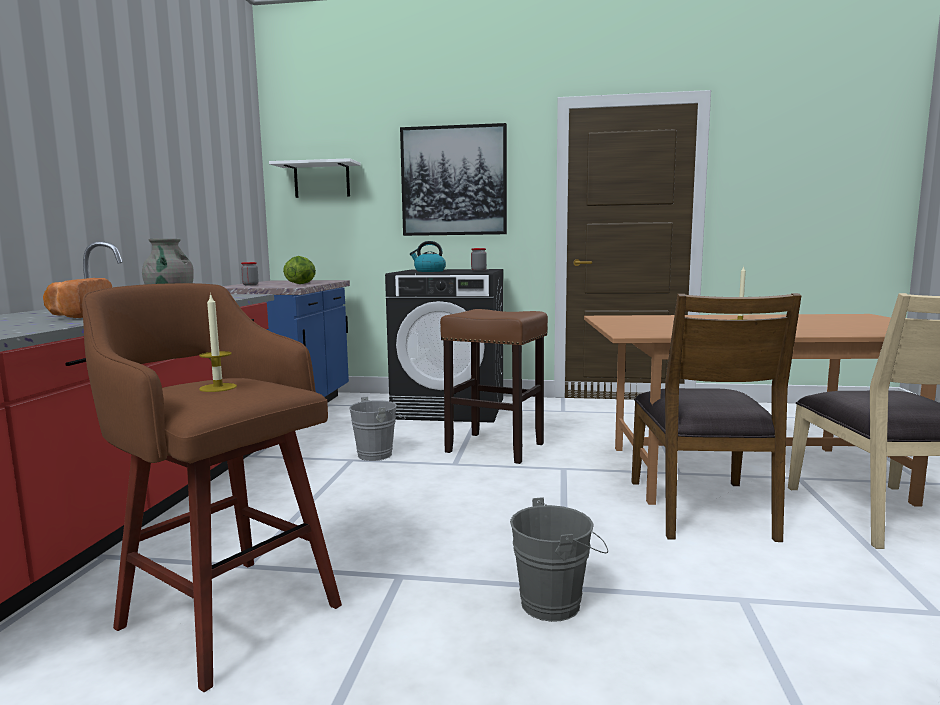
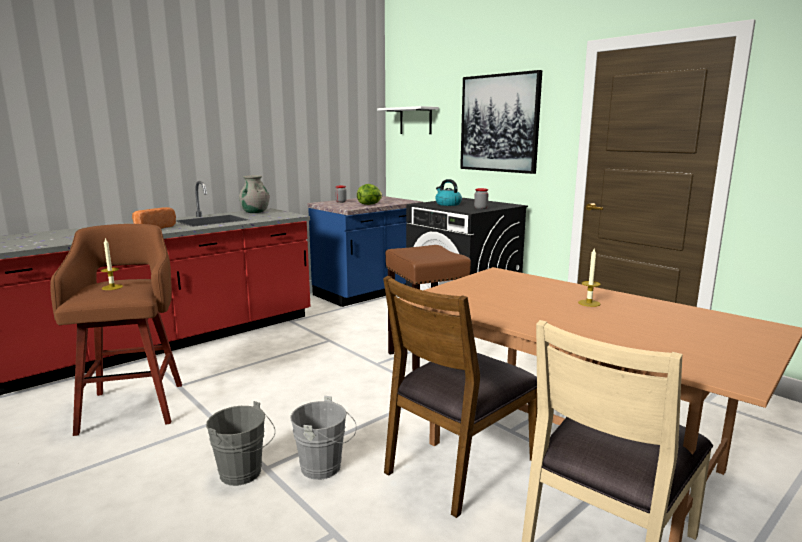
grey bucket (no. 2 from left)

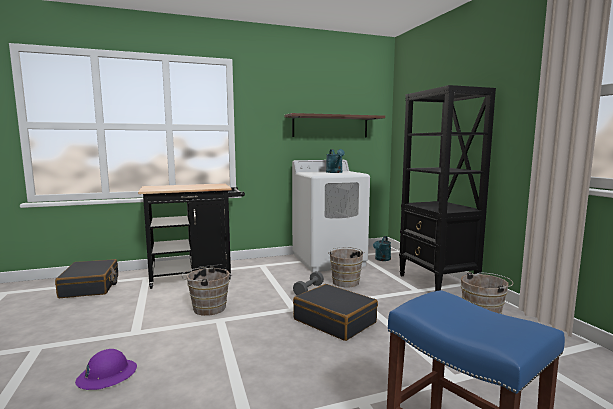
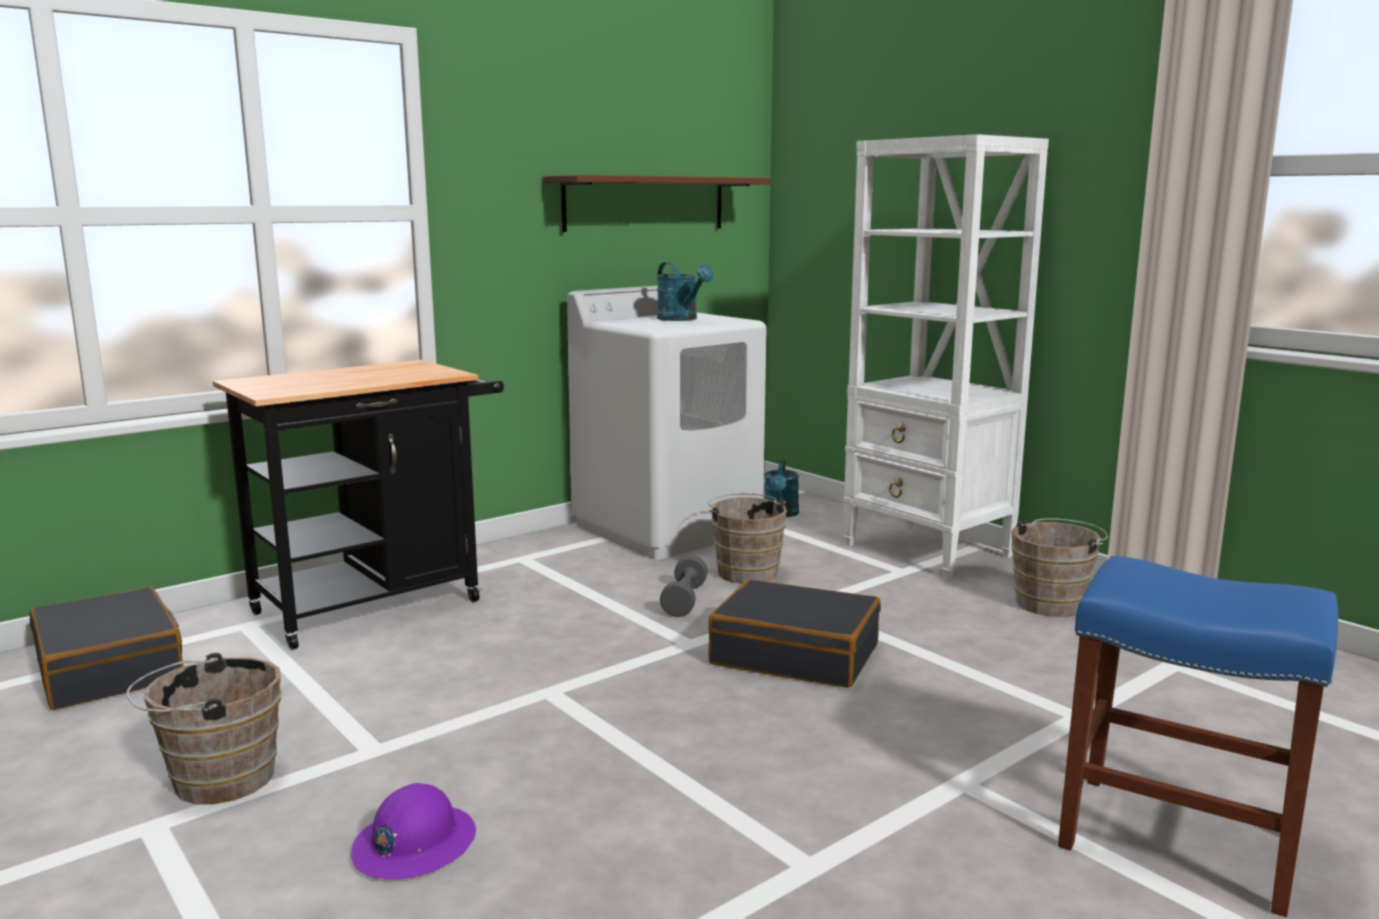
brown bucket (no. 1 from left); white bookcase

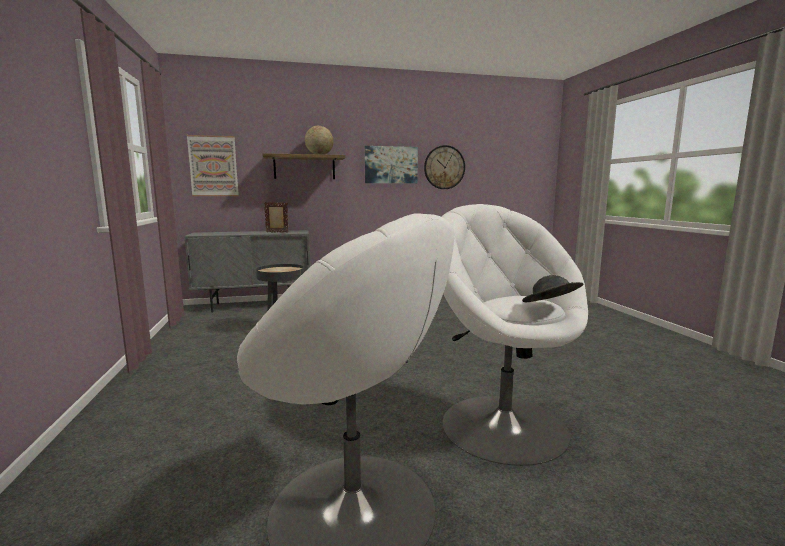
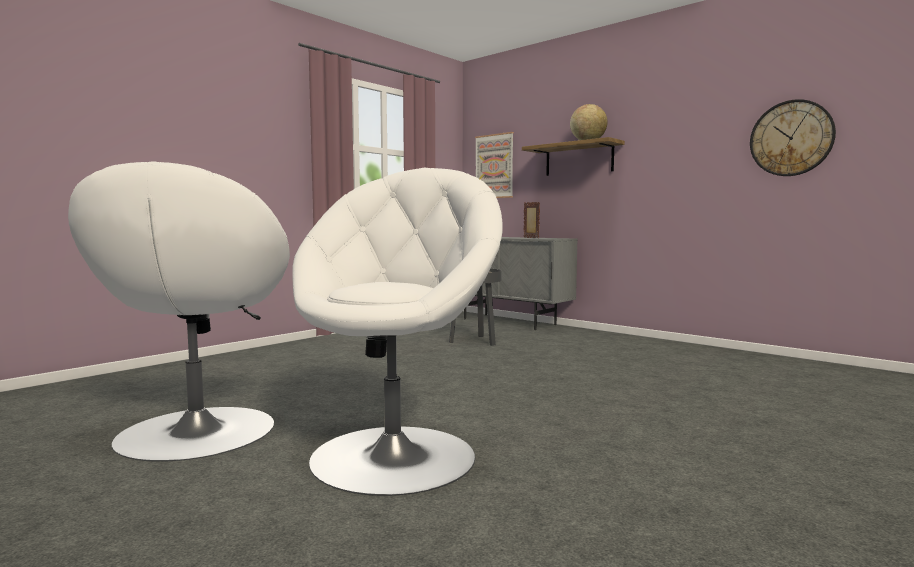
picture (no. 2 from left in the first image); grey hat

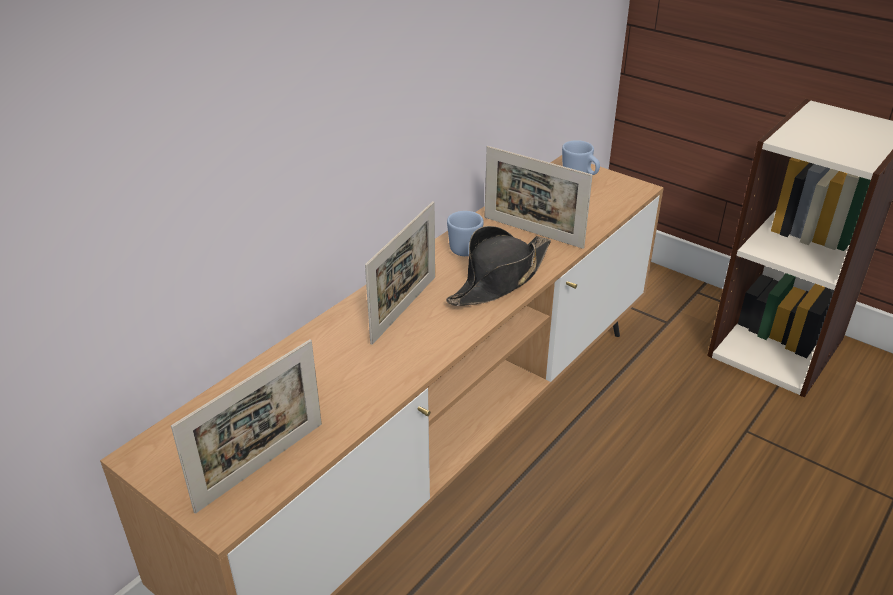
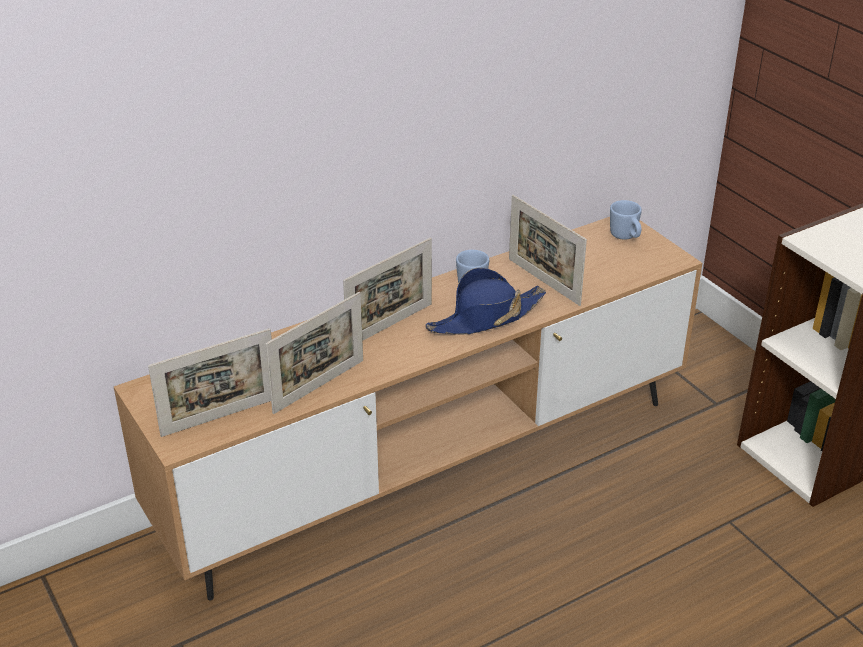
blue hat; picture frame (no. 2 from left)

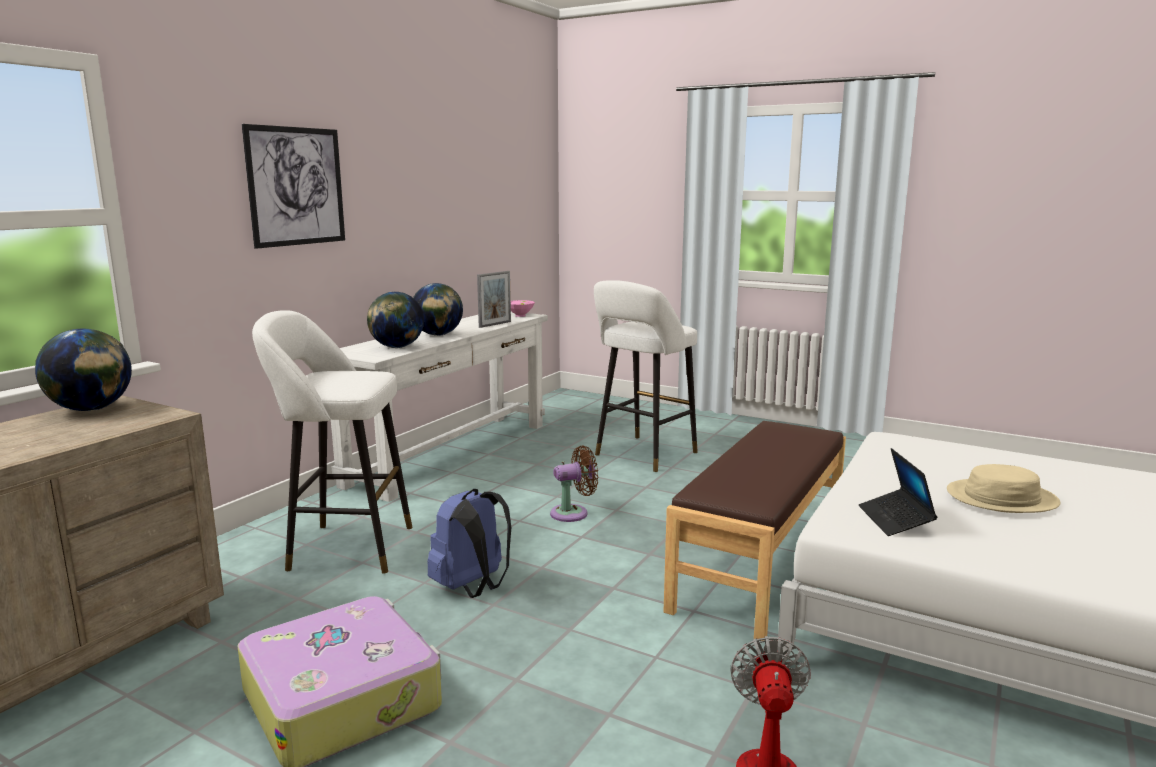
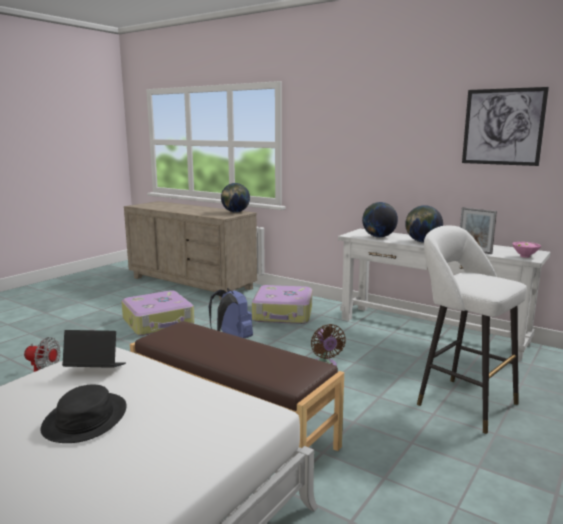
picture; suitcase (no. 2 from left); black hat

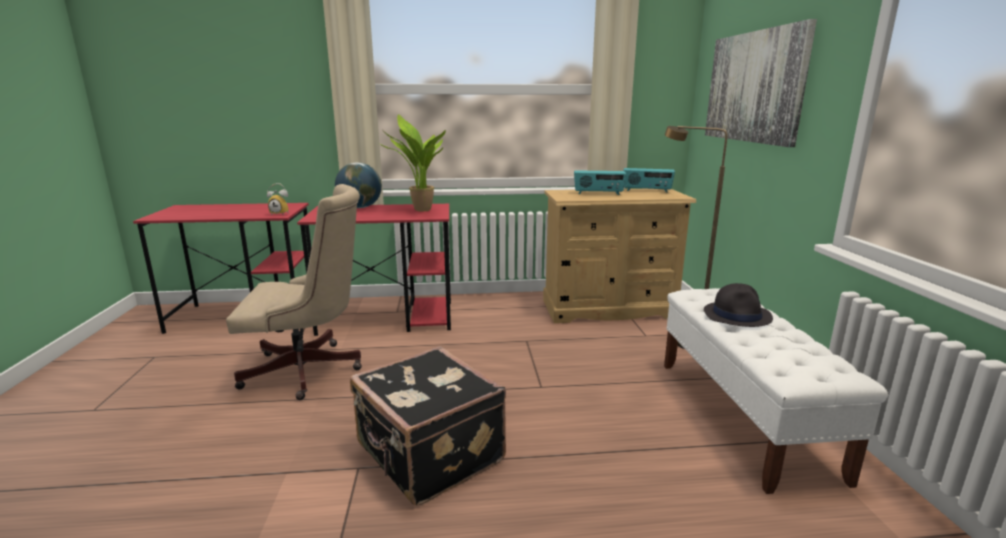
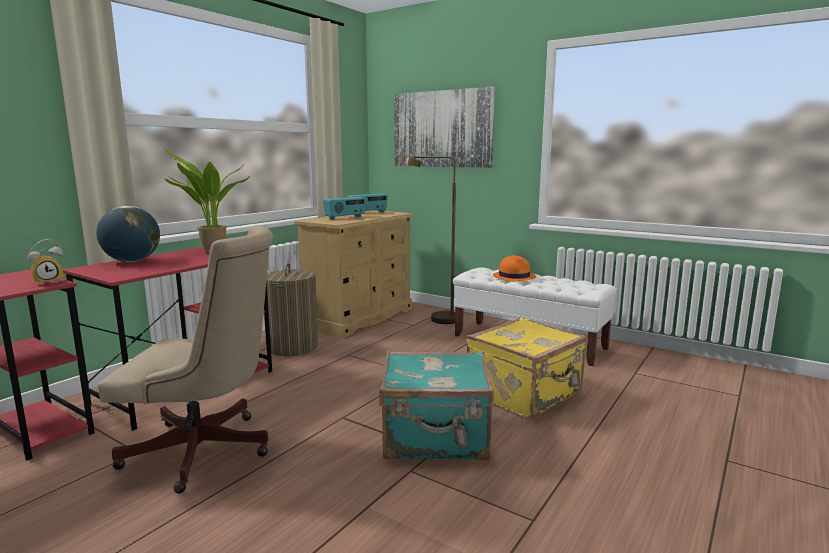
beige office chair; turquoise suitcase; orange hat; laundry basket; yellow suitcase

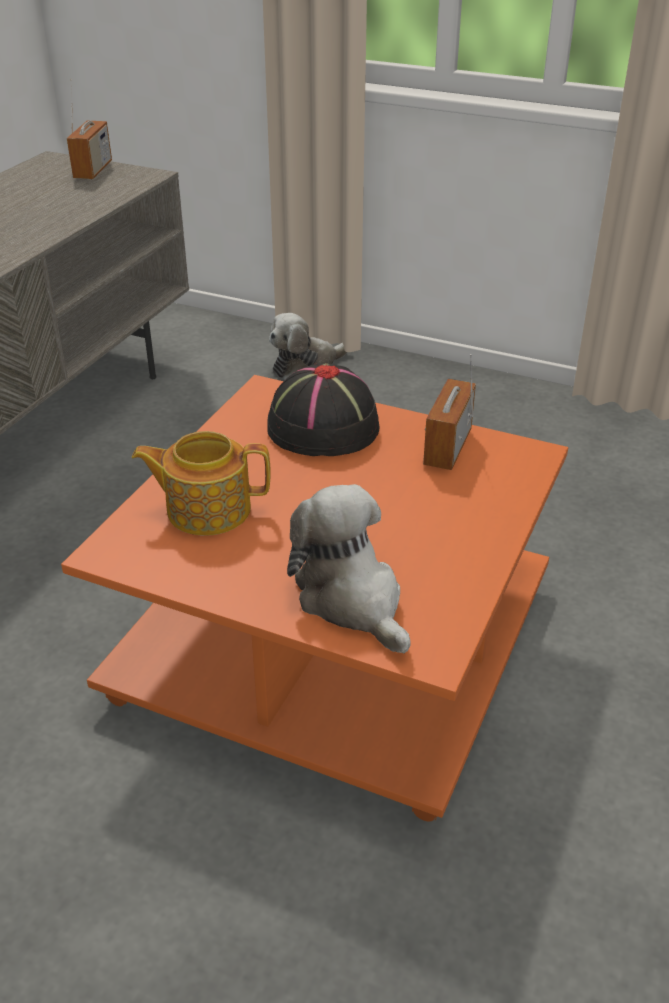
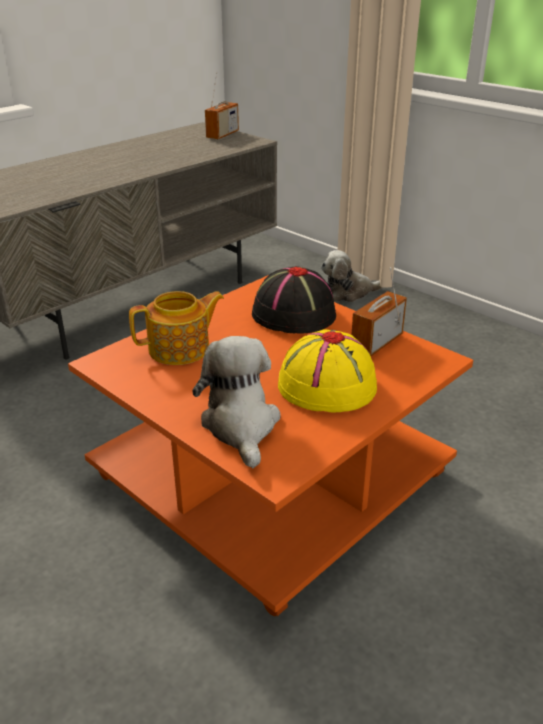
teapot; yellow hat

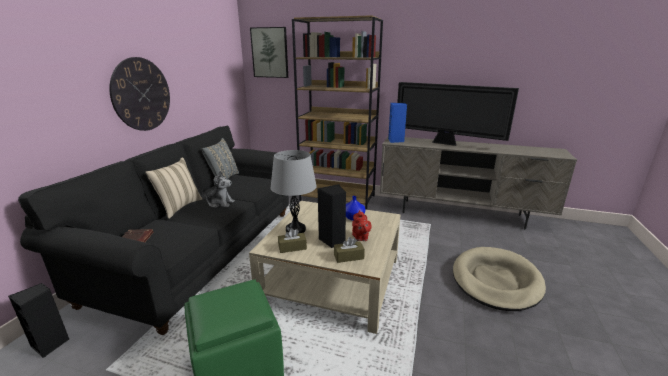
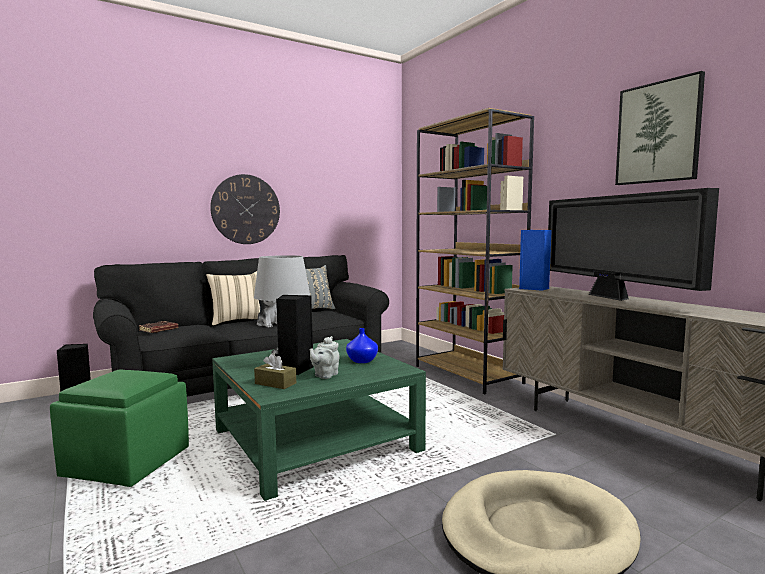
green coffee table; picture; brown tissue box (no. 1 from left in the first image); grey teapot

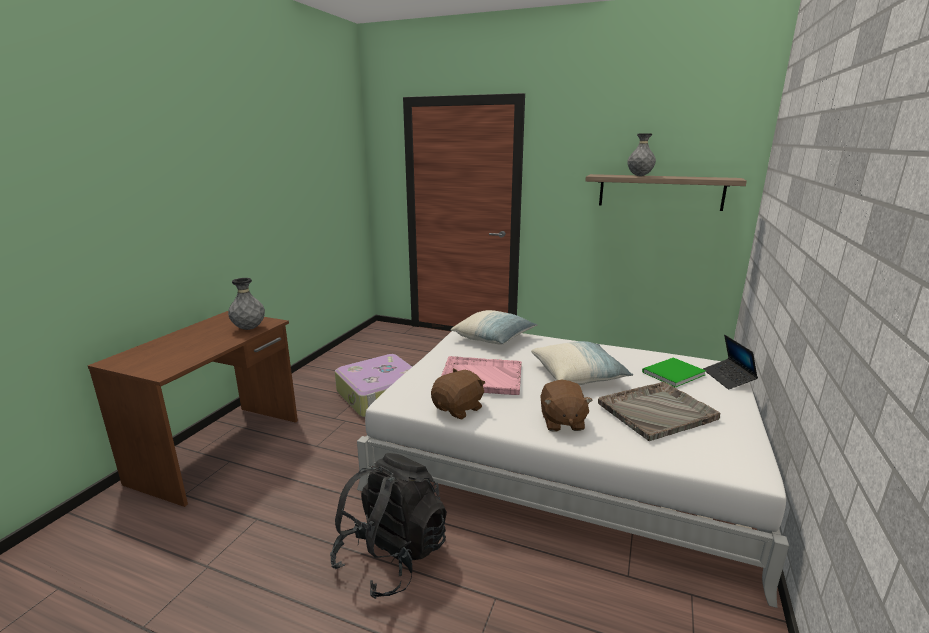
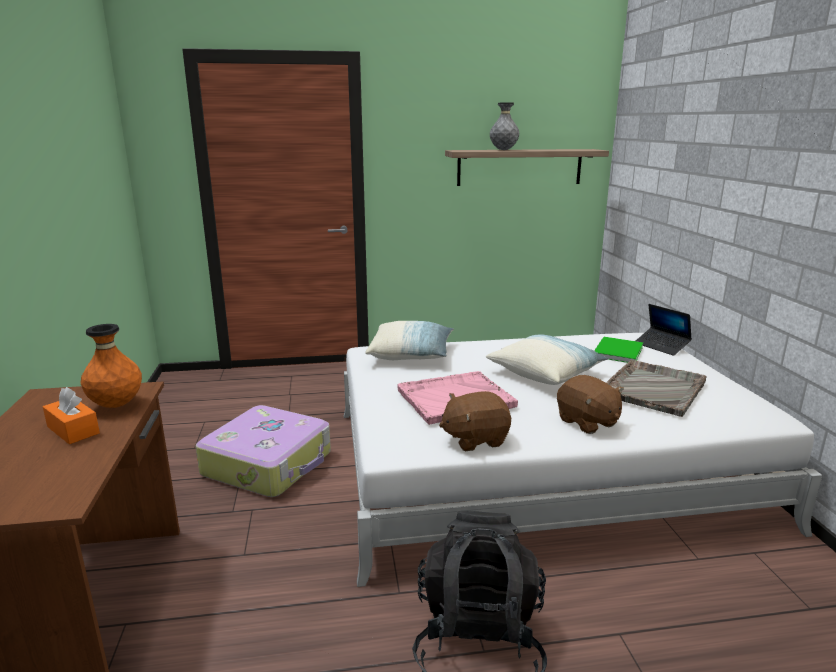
orange vase; brown plush toy (no. 1 from left); orange tissue box

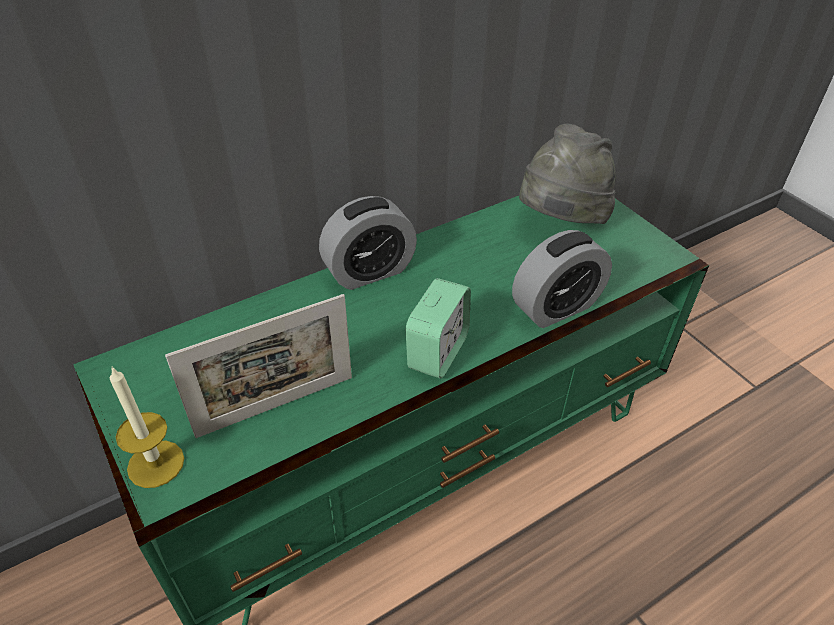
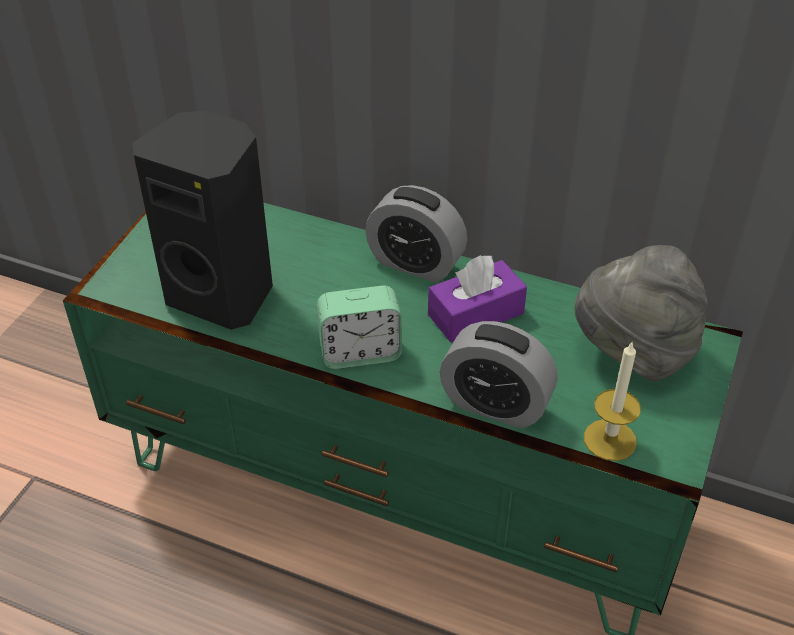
candle; black speaker; purple tissue box

